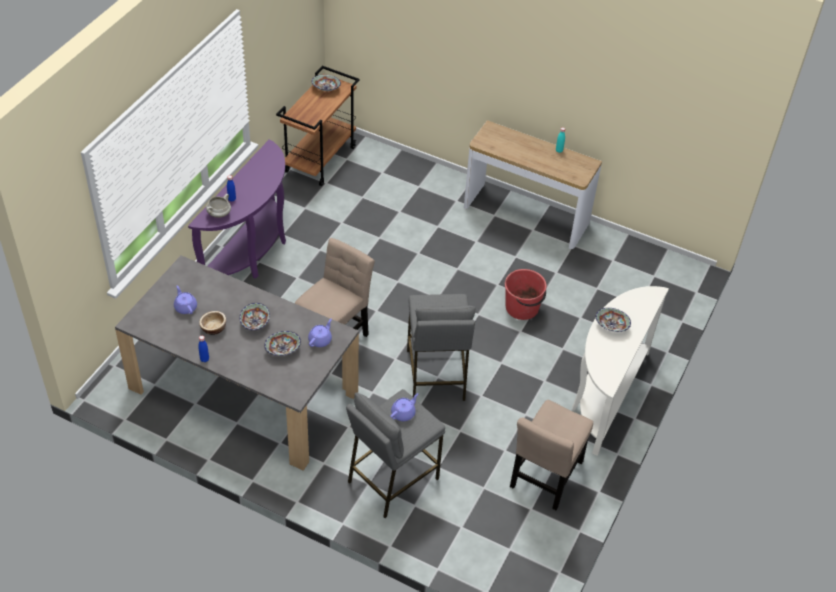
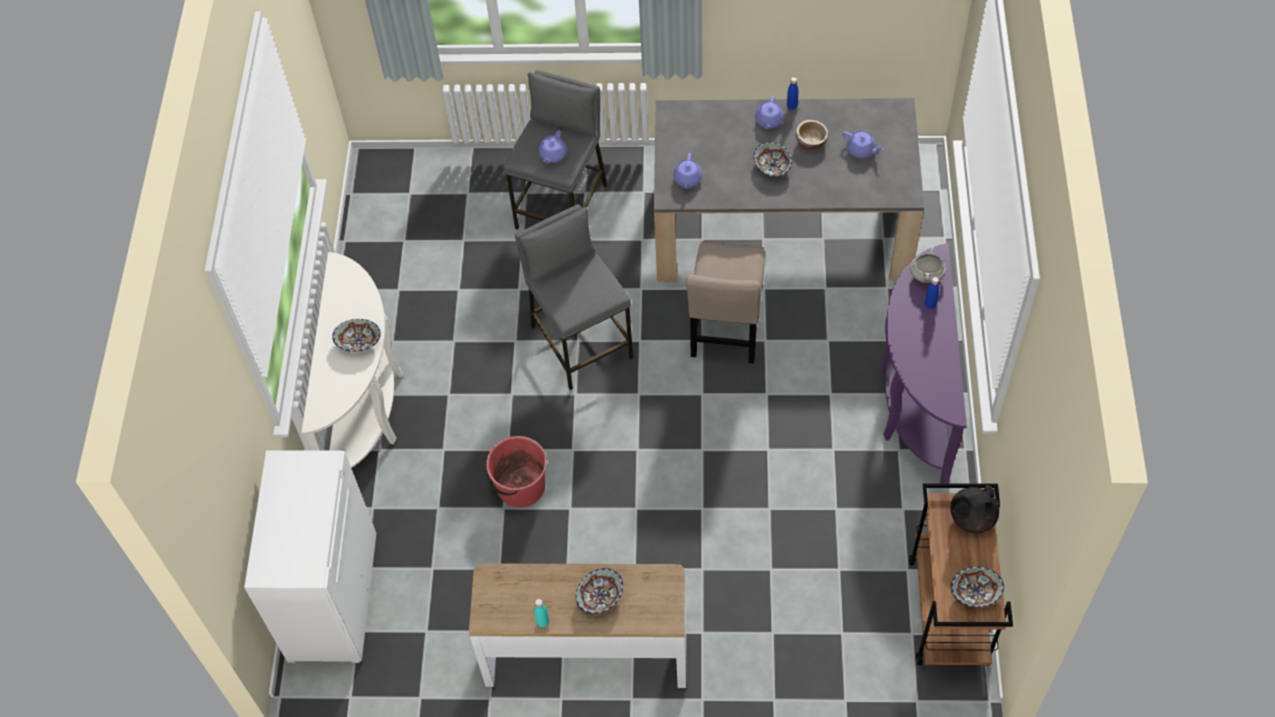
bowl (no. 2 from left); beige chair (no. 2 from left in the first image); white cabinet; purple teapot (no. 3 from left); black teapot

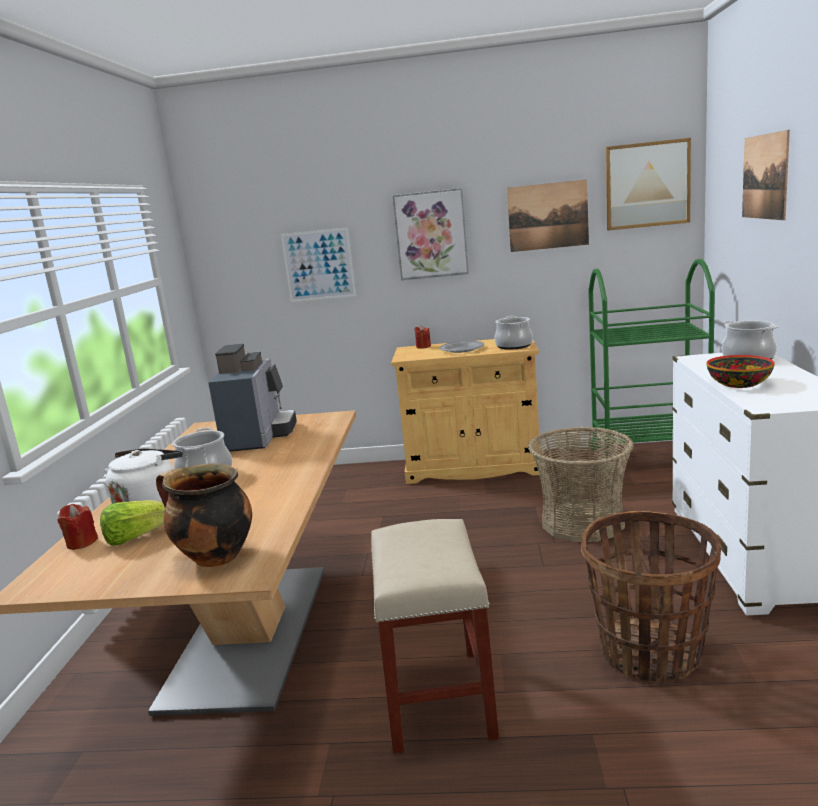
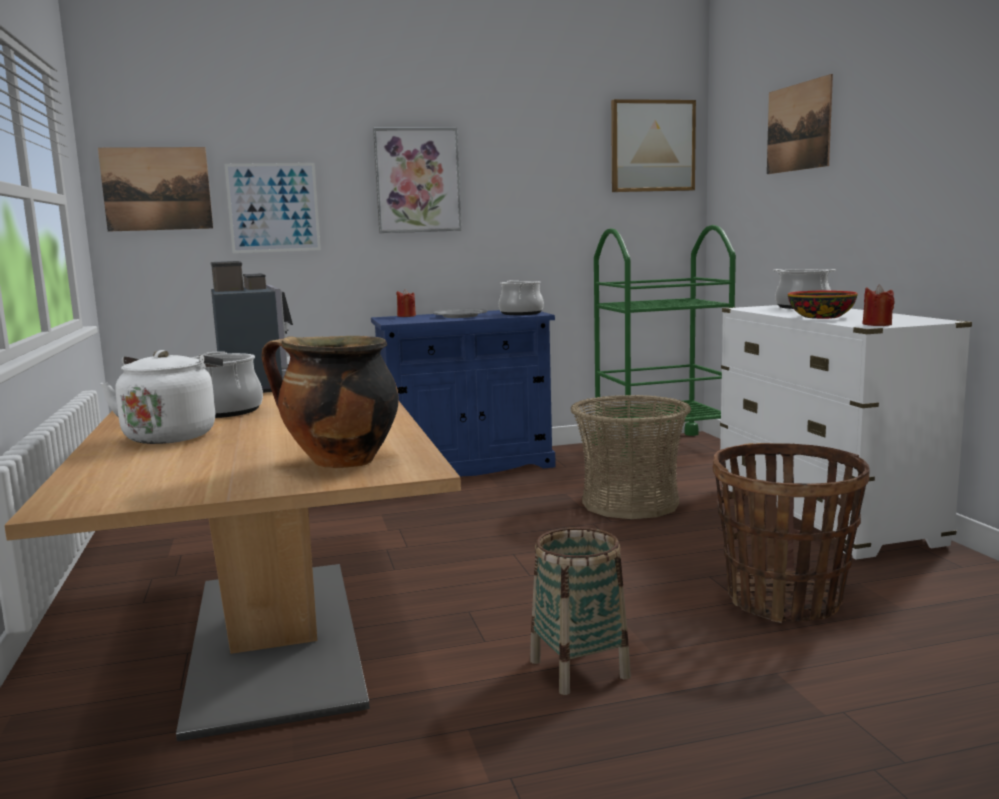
red candle (no. 2 from left); lettuce; basket (no. 1 from left); blue cabinet; picture (no. 1 from left)

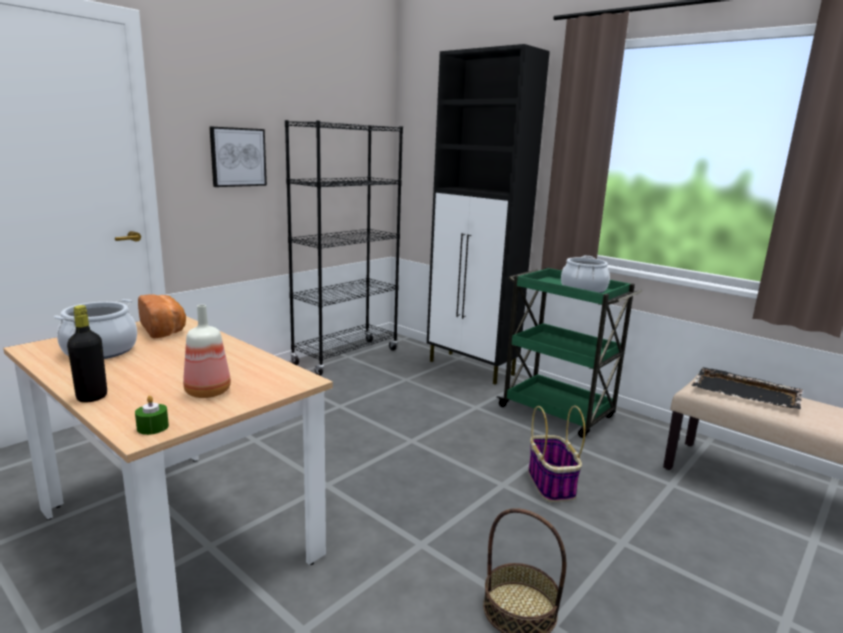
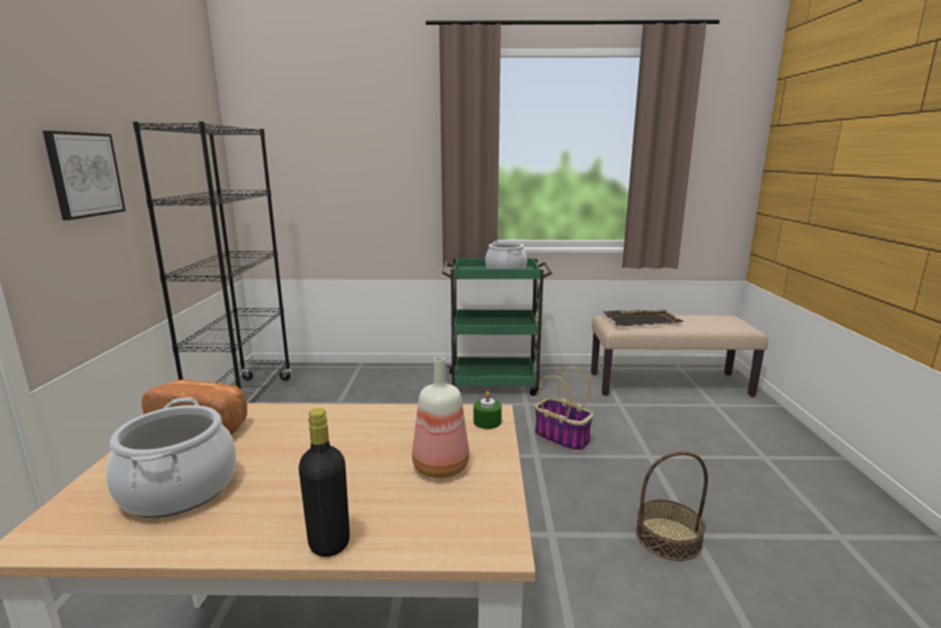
green candle; black cabinet

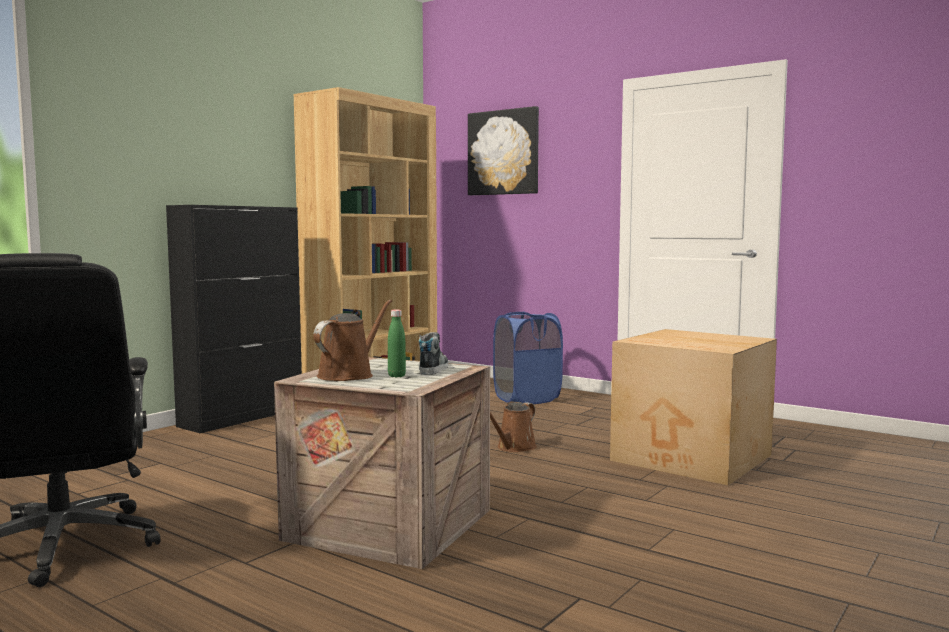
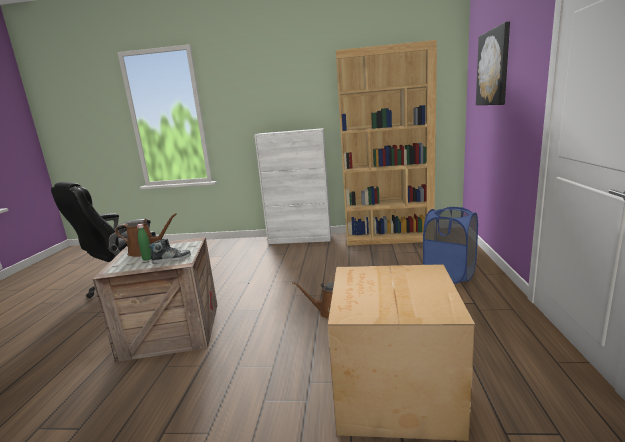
white cabinet

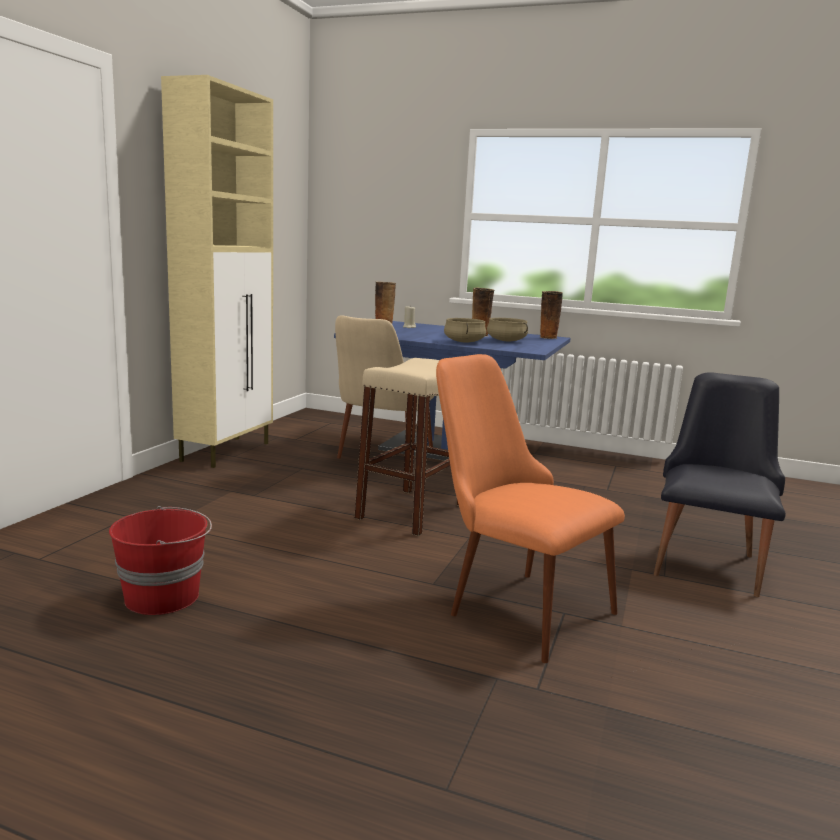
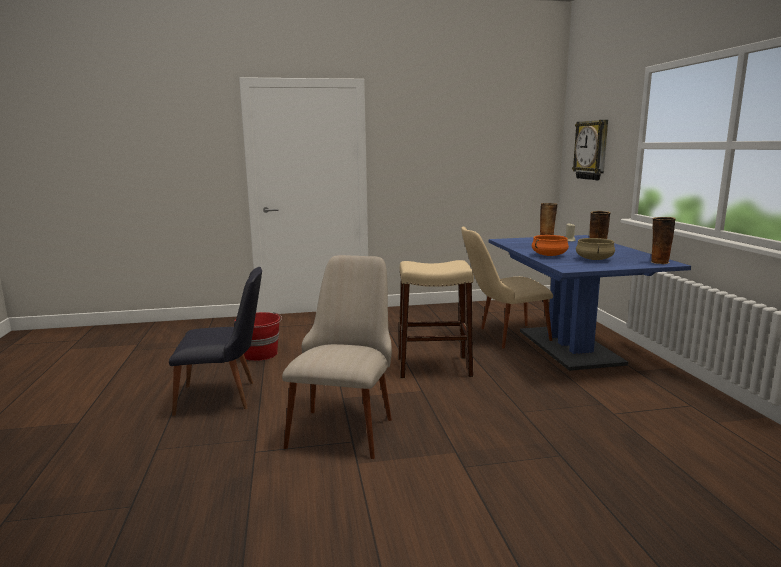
beige cabinet; beige chair (no. 1 from left); orange cooking pot; black chair; wall clock

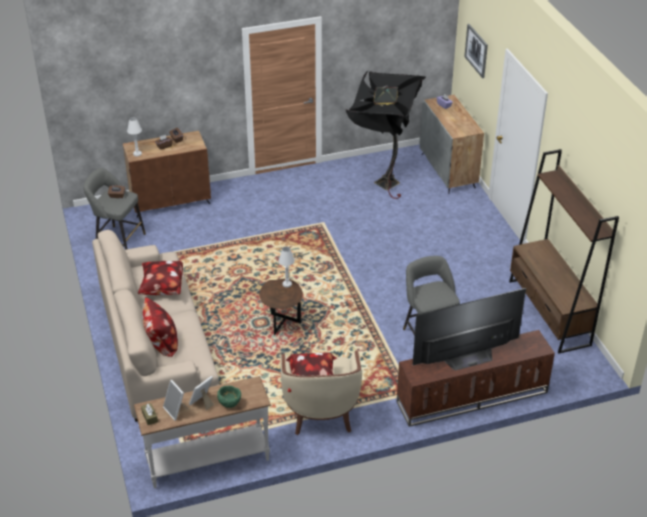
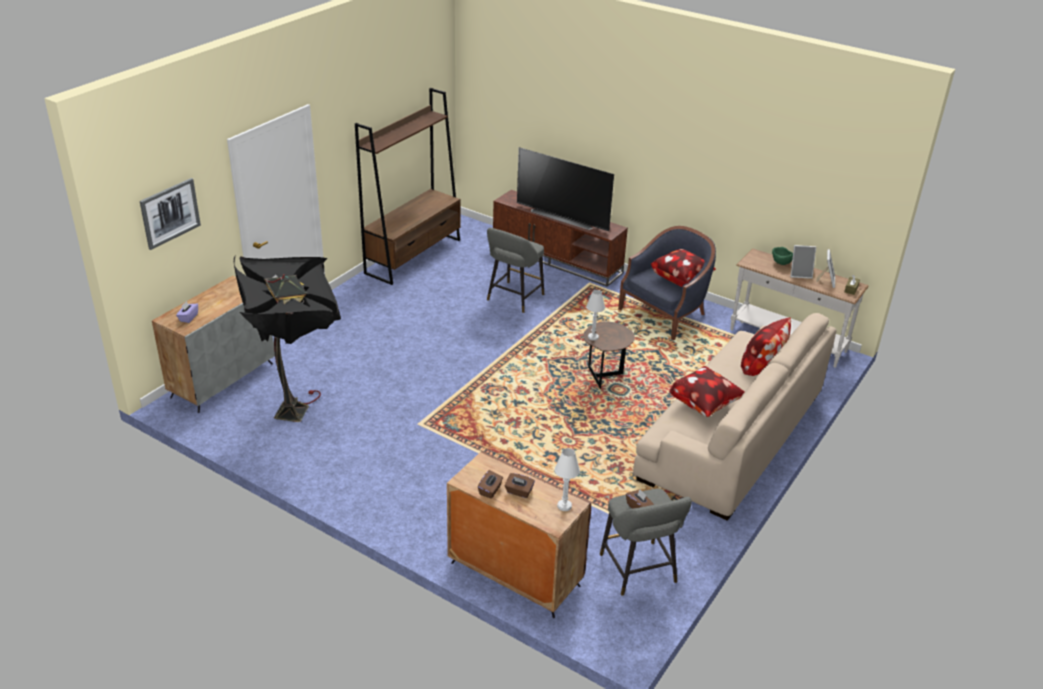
blue armchair

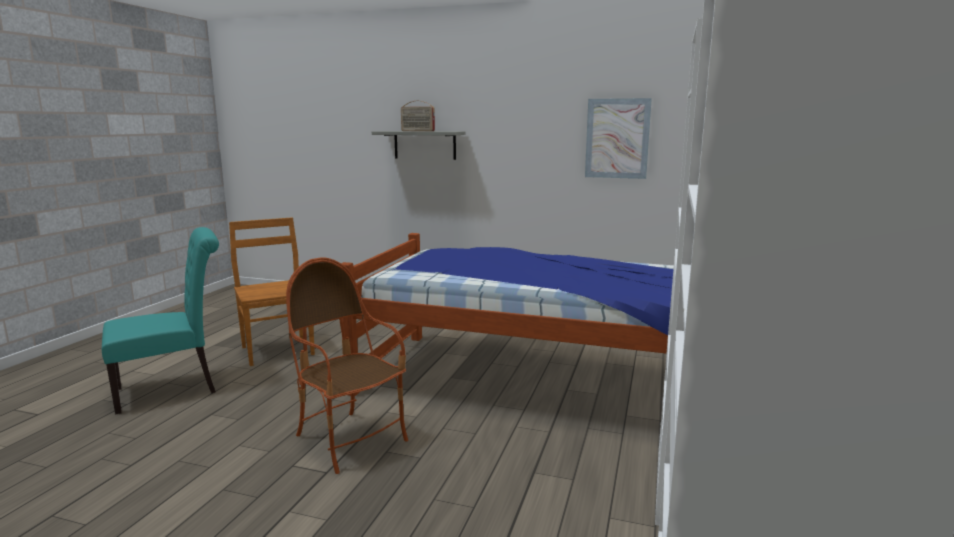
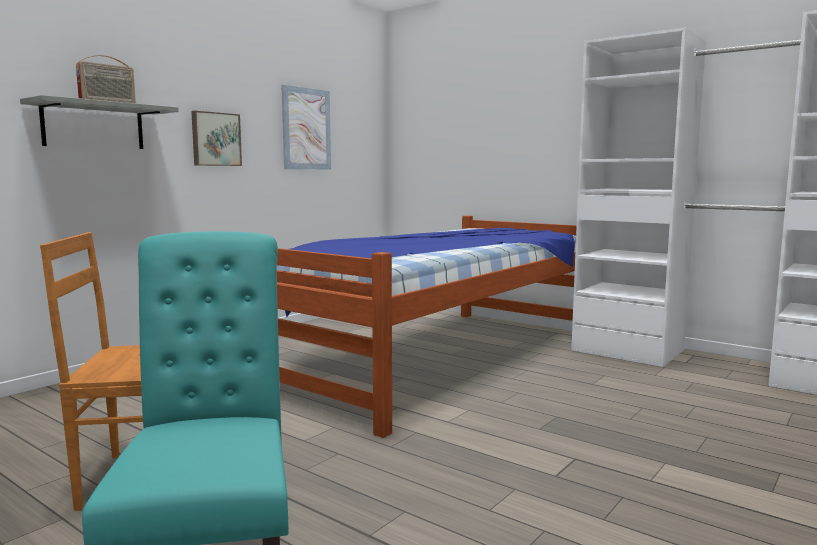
armchair; picture (no. 1 from left)

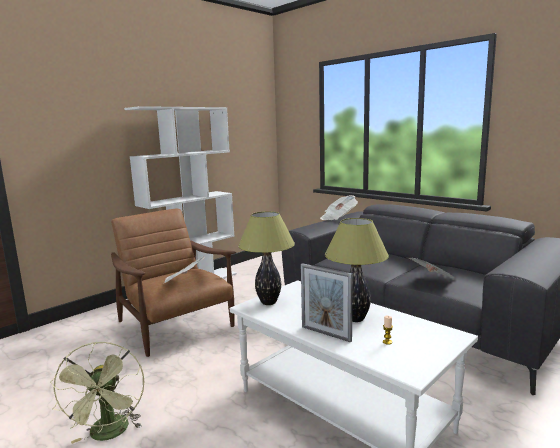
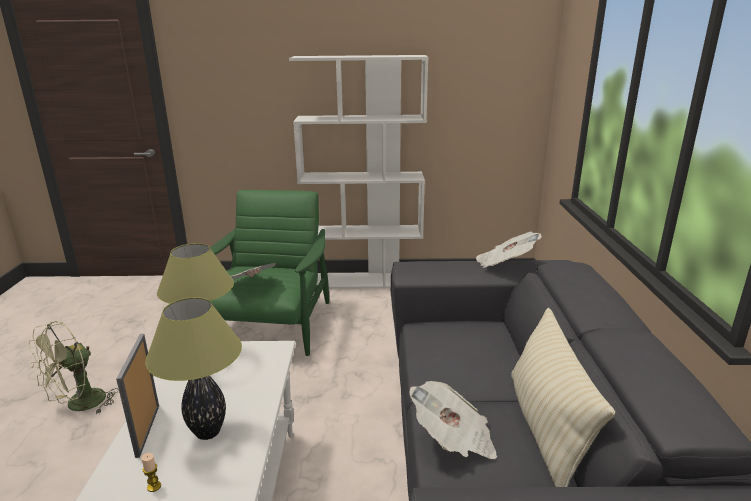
green armchair; beige pillow

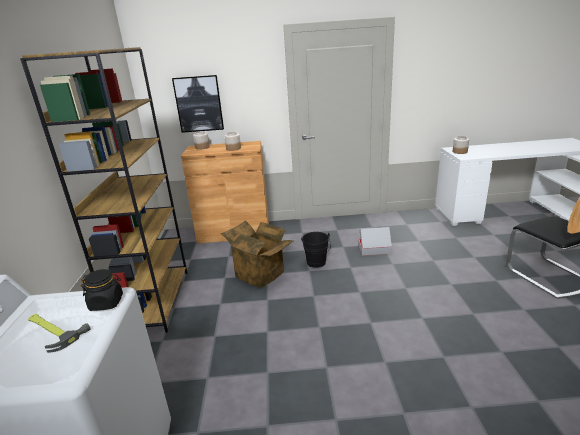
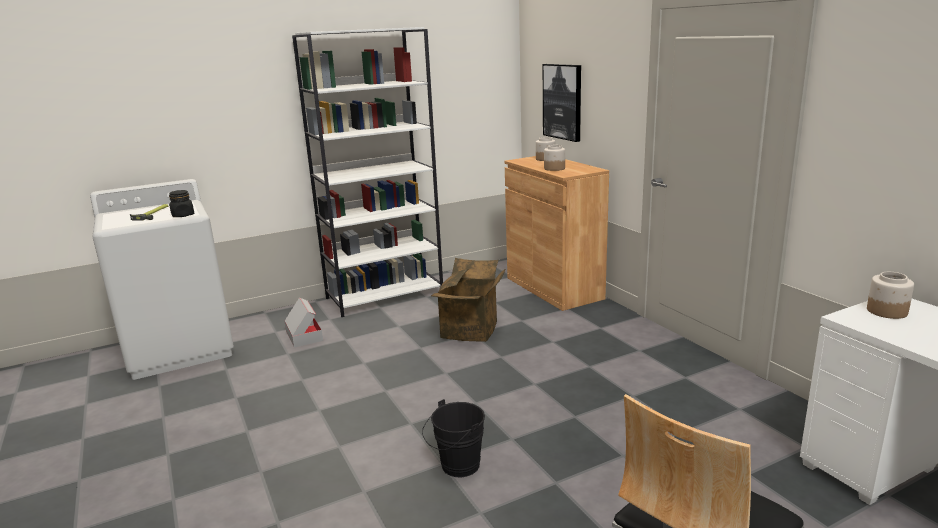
white bookcase; black bucket; cardboard box (no. 1 from left)

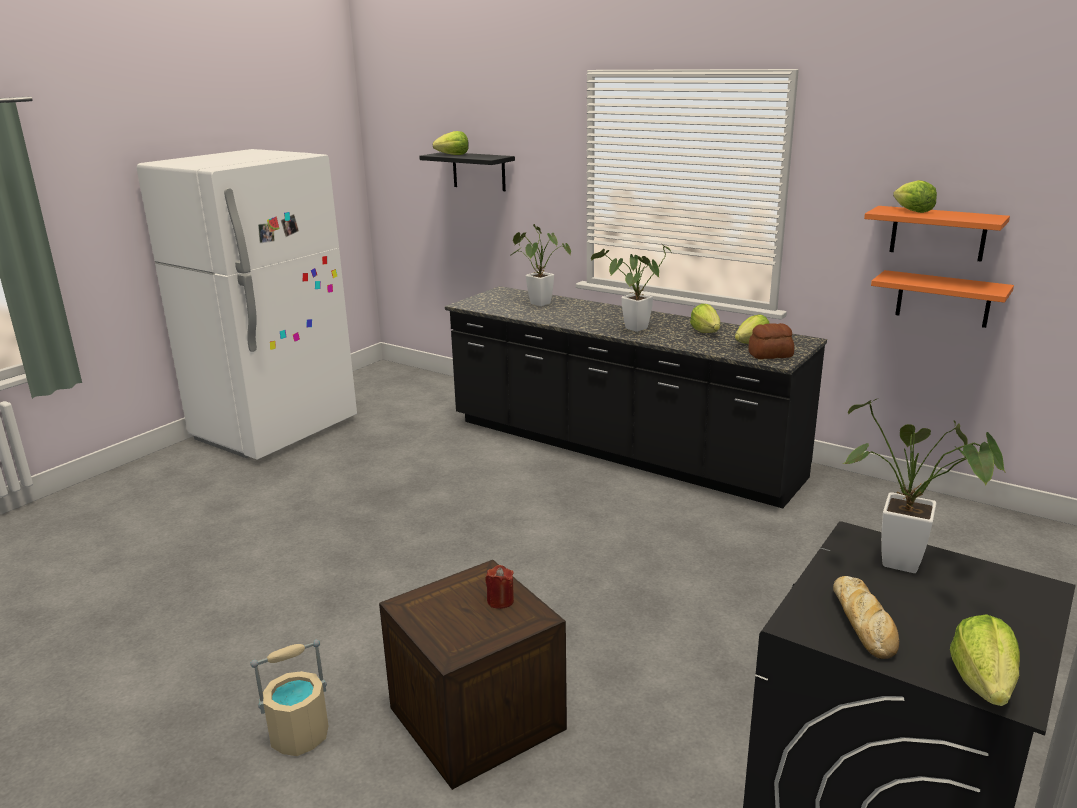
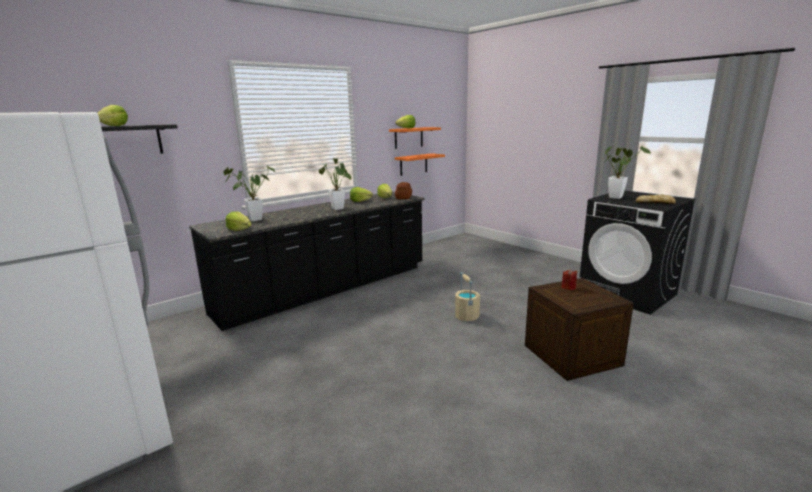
beige bucket; lettuce (no. 2 from left)

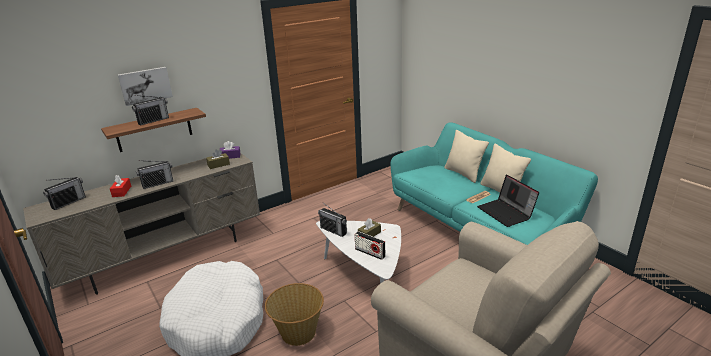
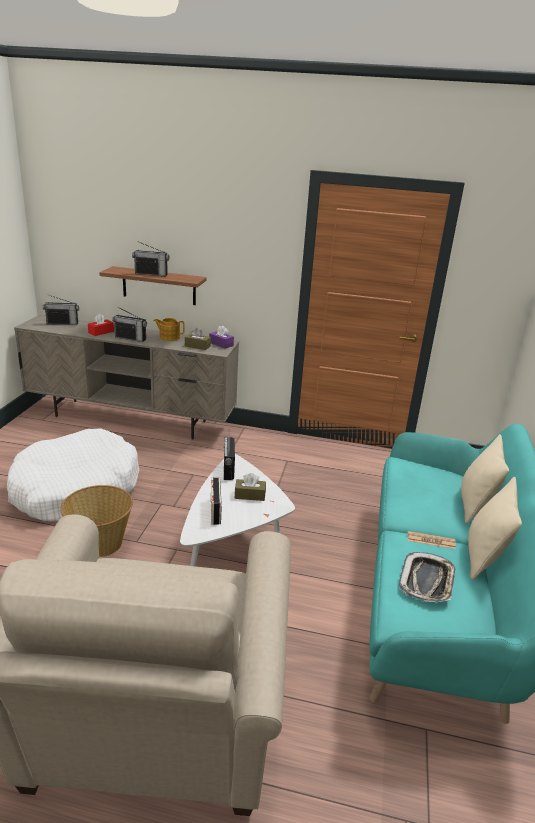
picture; tray; teapot

